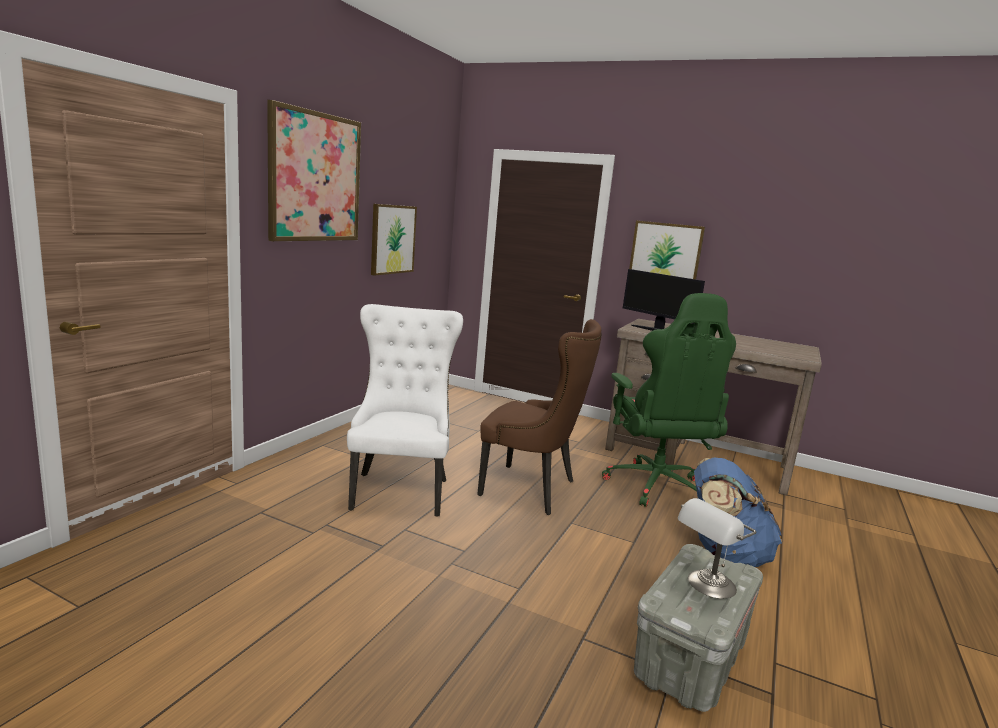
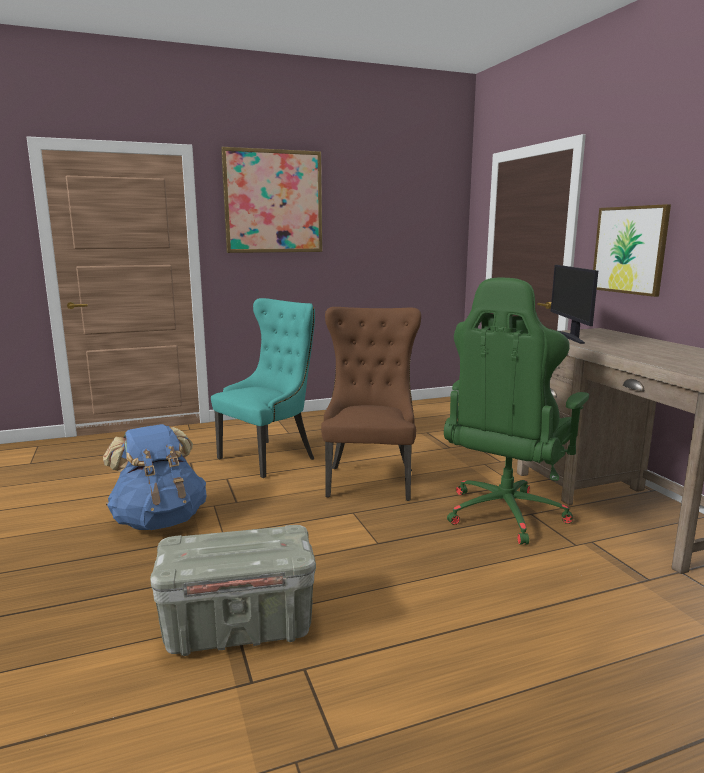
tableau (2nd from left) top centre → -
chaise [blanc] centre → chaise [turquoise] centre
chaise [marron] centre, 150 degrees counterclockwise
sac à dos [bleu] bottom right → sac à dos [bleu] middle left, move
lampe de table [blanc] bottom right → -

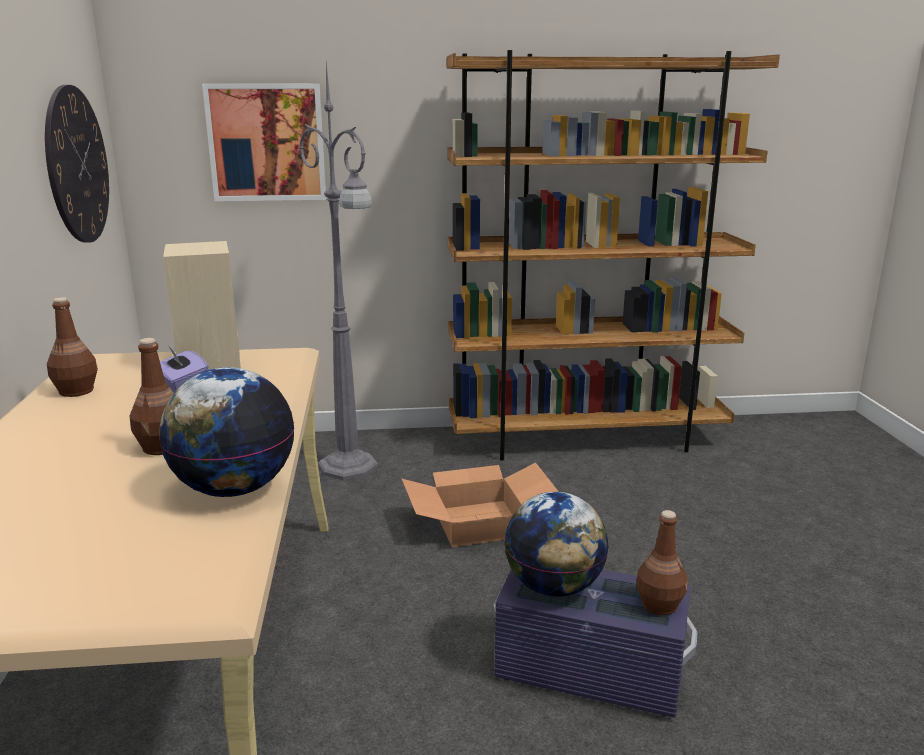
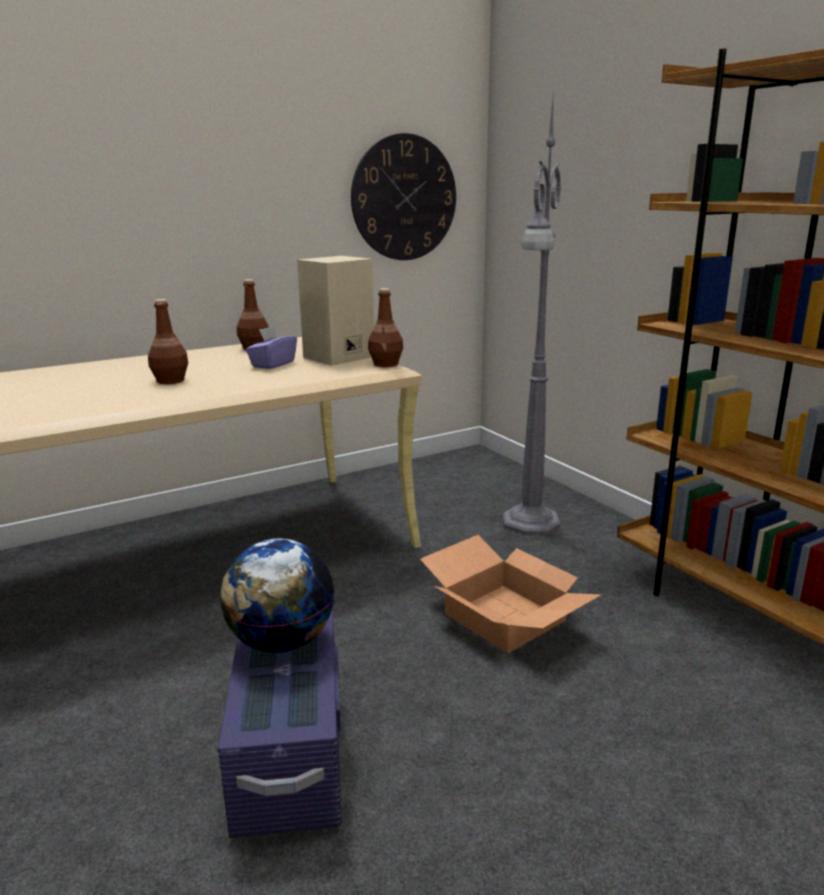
tableau top left → -
globe (1st from left) middle left → -
bouteille [marron] (3rd from left) bottom right → bouteille [marron] (3rd from left) centre, move

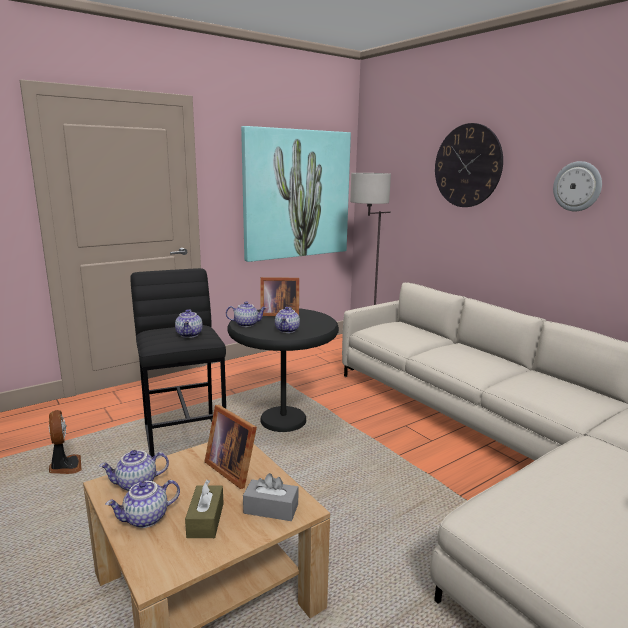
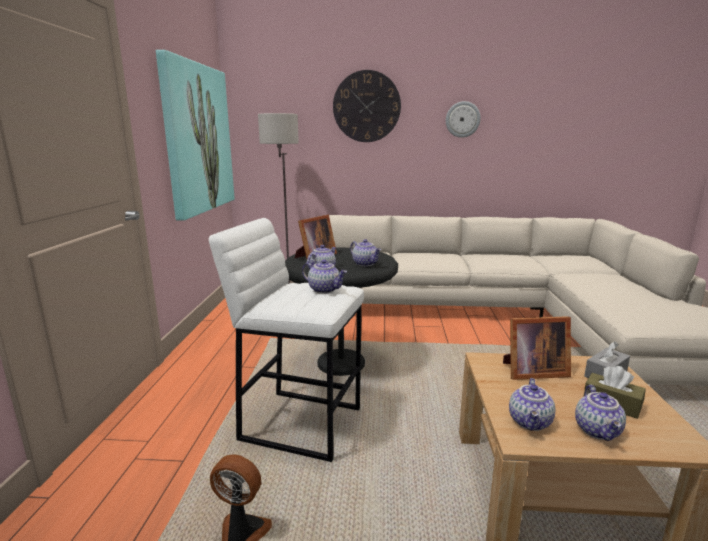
tabouret [noir] middle left → tabouret [blanc] centre

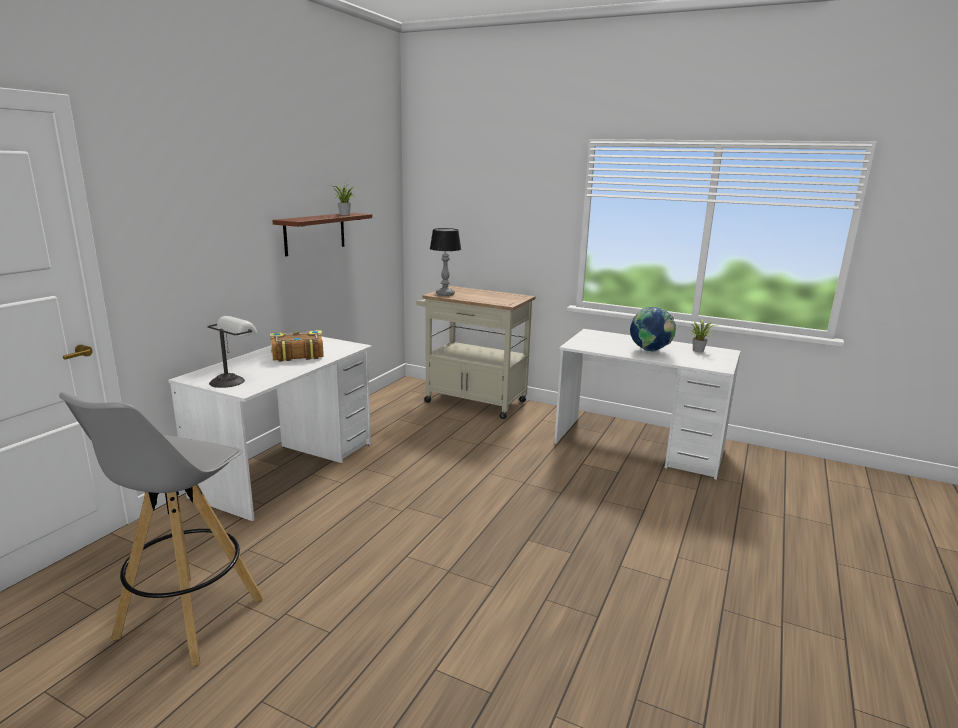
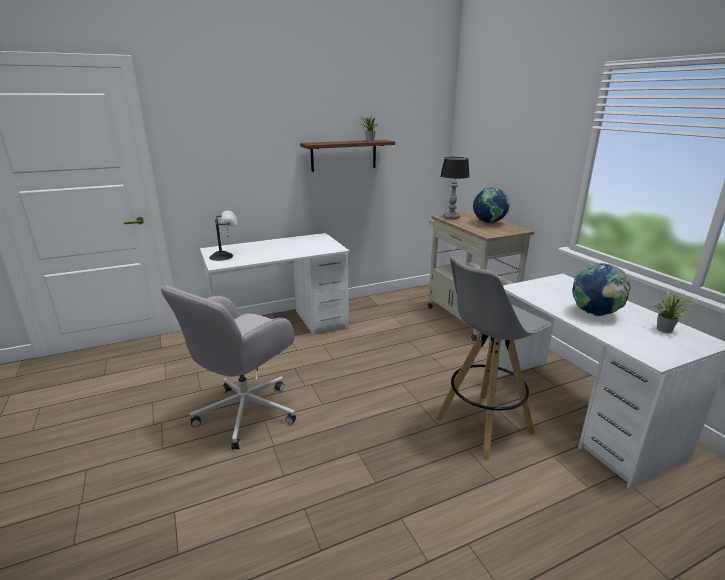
livre middle left → -
tabouret [gris] bottom left → tabouret [gris] middle right, move
- → globe (1st from left) middle right
- → chaise de bureau [gris] middle left

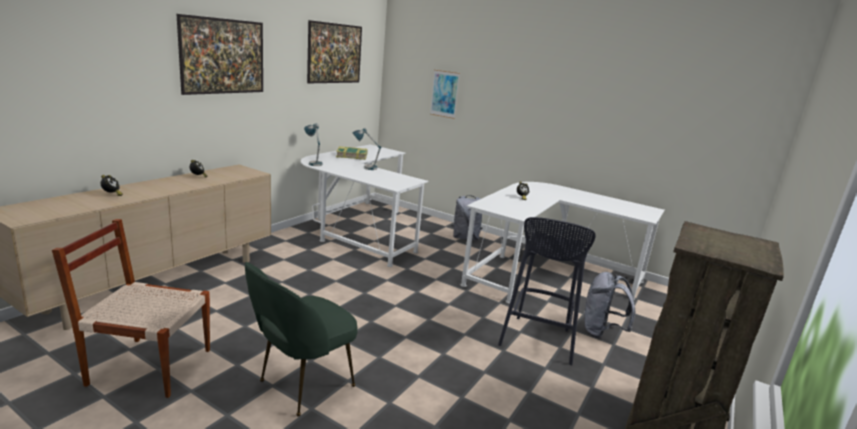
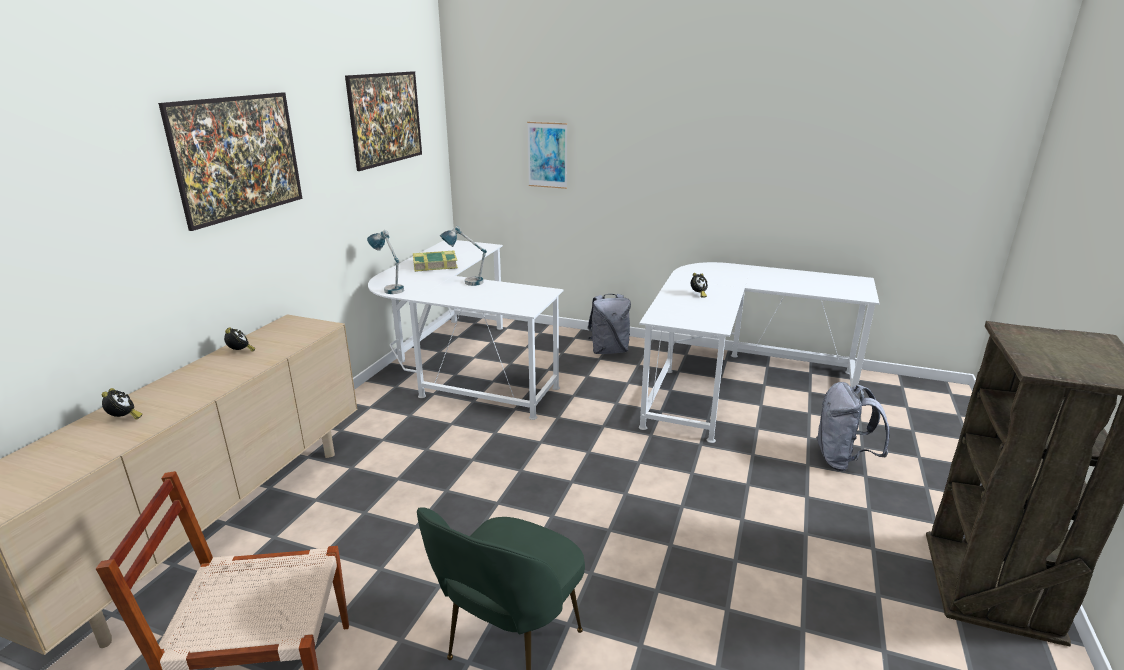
tabouret [gris] bottom centre → -

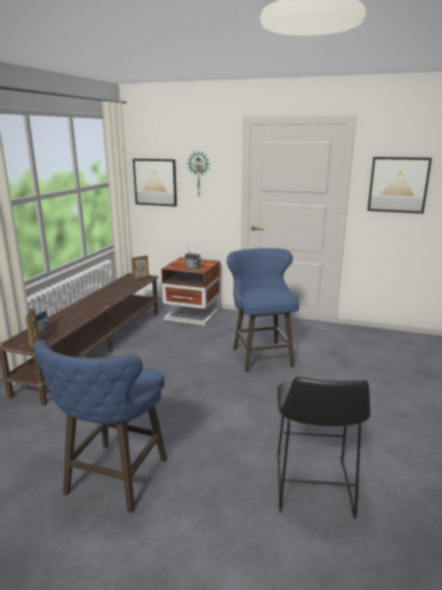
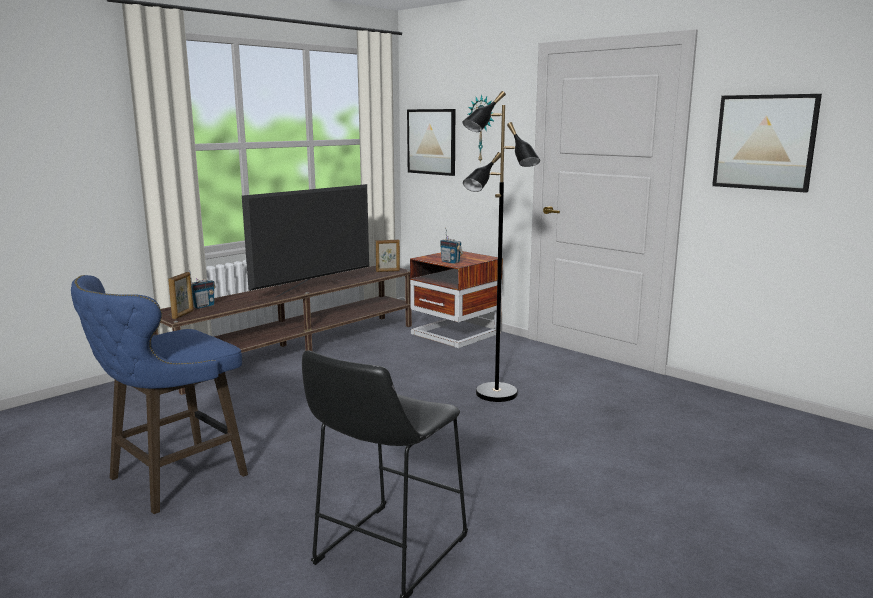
tabouret [bleu] (2nd from left) centre → lampadaire [noir] centre
- → téléviseur centre

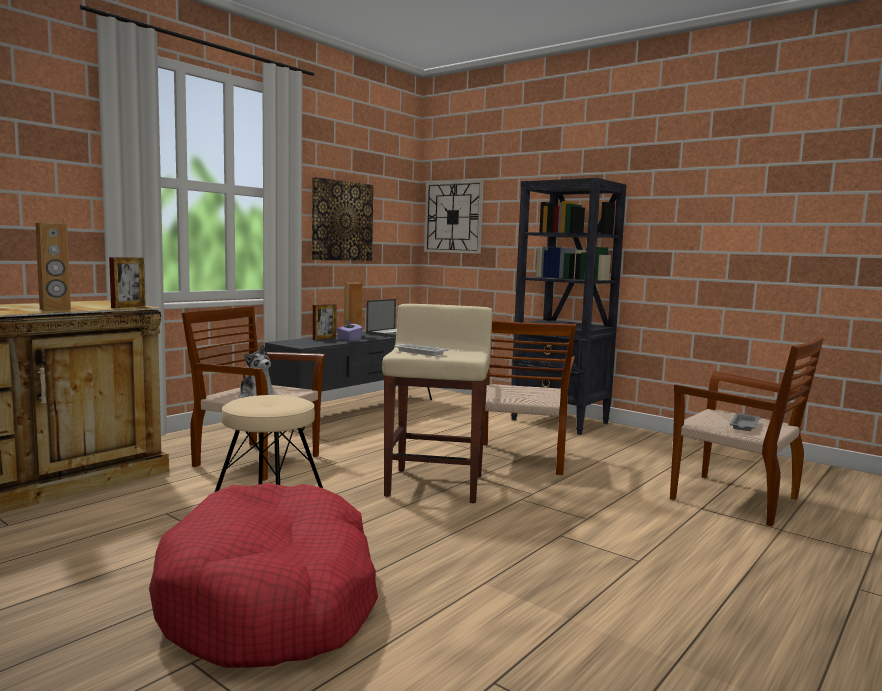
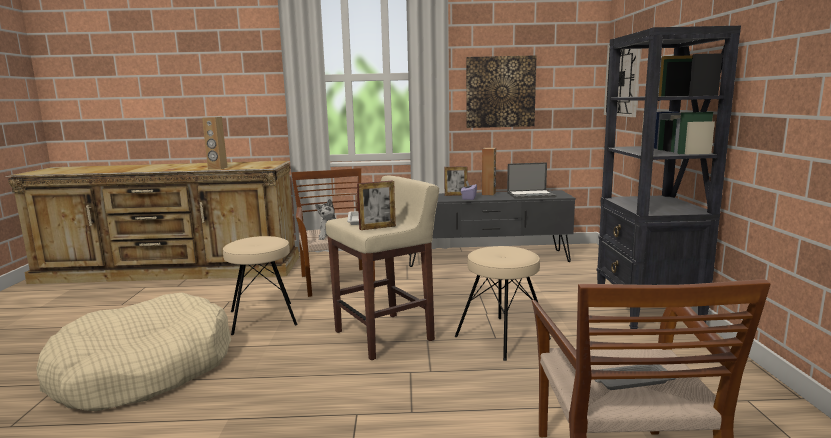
cadre photo (1st from left) middle left → cadre photo (1st from left) centre, move
fauteuil [marron] (2nd from left) centre → tabouret [beige] (3rd from left) bottom centre
panier pour chien [rouge] bottom left → panier pour chien [beige] bottom left

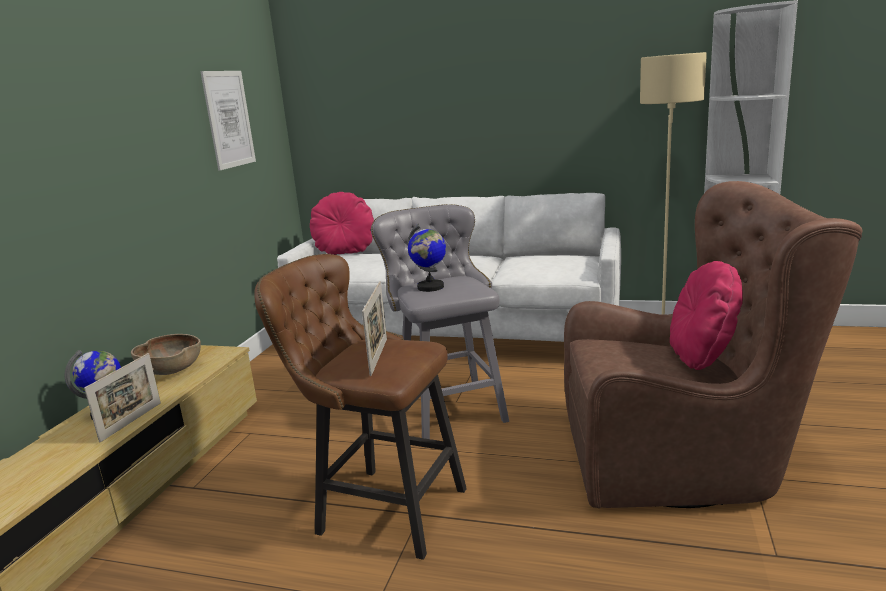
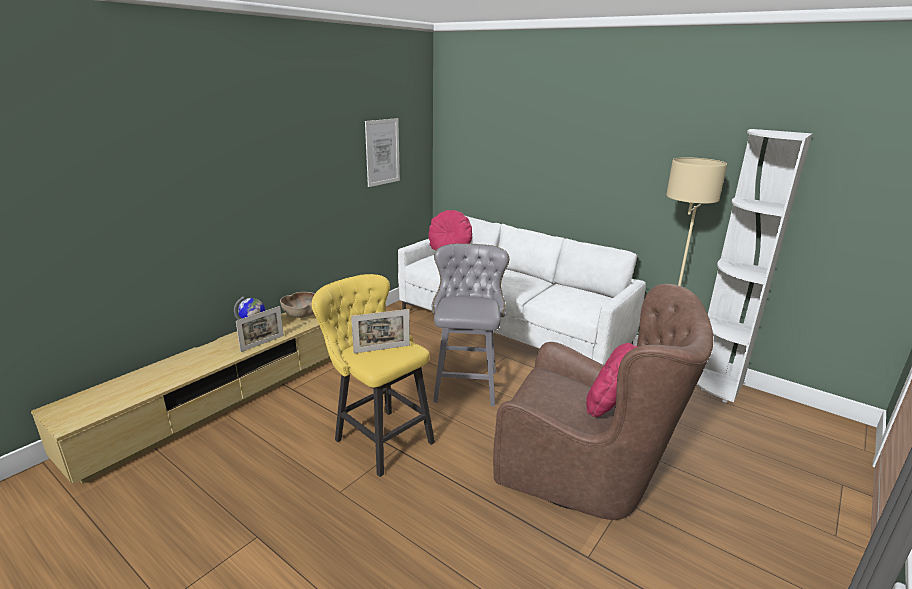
globe (2nd from left) centre → -
tabouret [marron] bottom centre → tabouret [jaune] centre
cadre photo (2nd from left) centre, 45 degrees clockwise

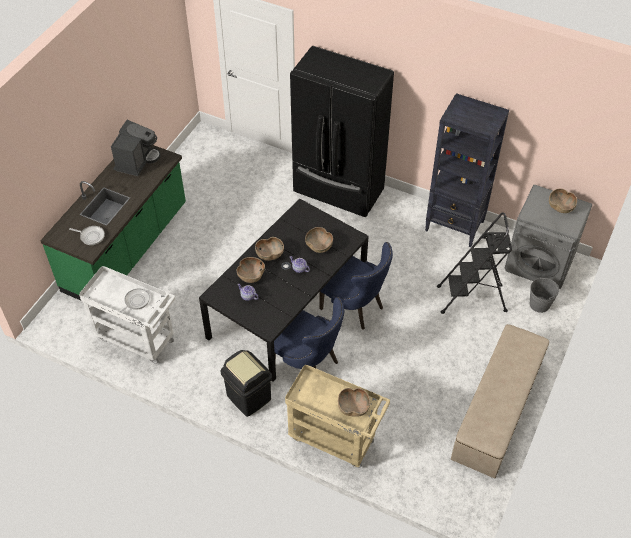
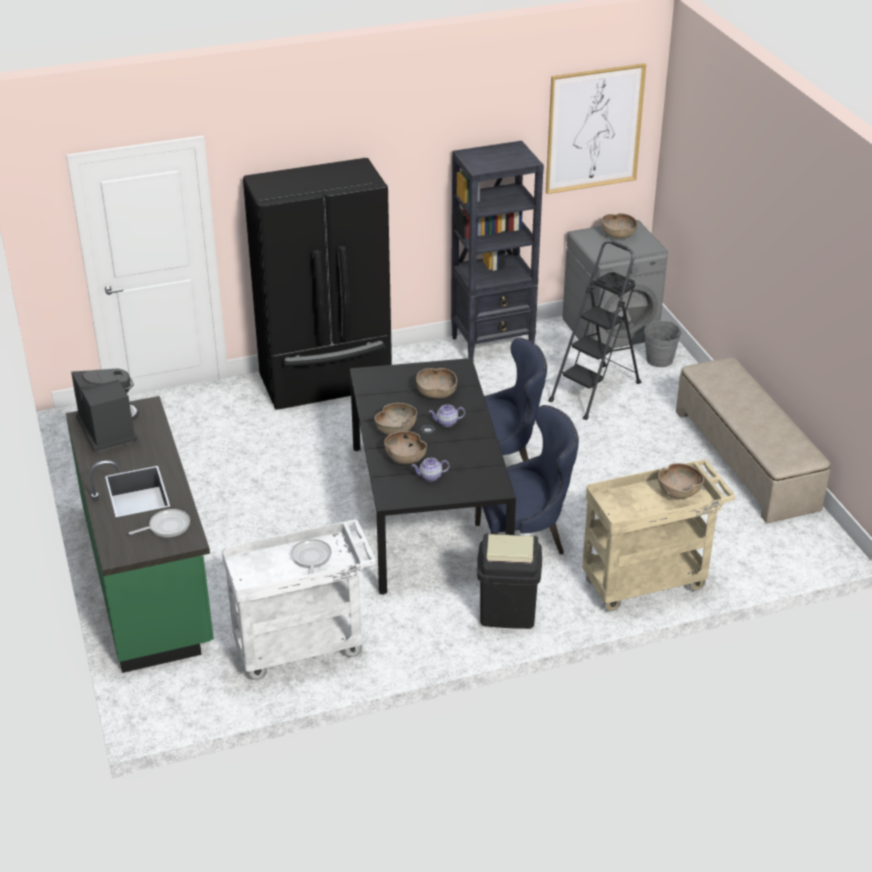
- → tableau top right

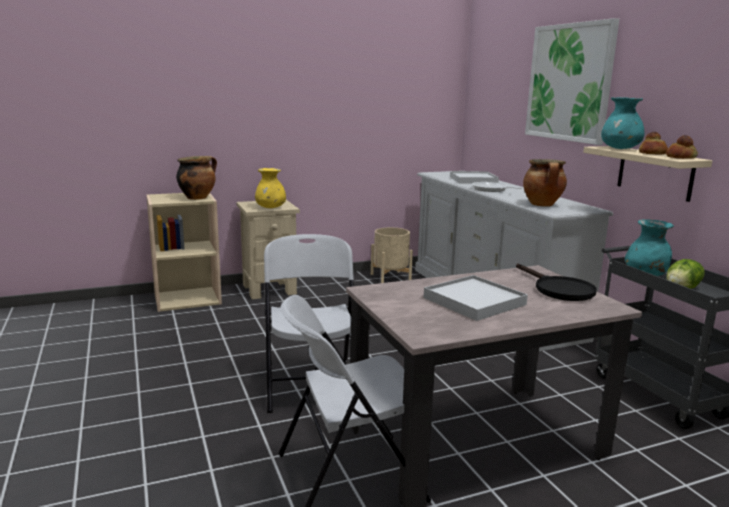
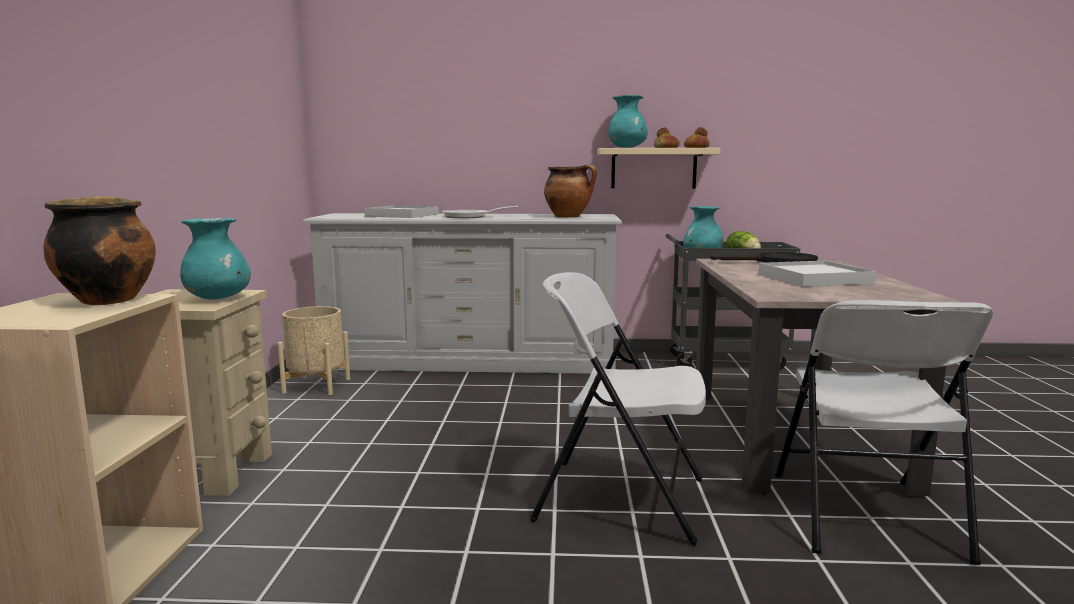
tableau top right → -
vase [jaune] centre → vase [turquoise] (1st from left) middle left

